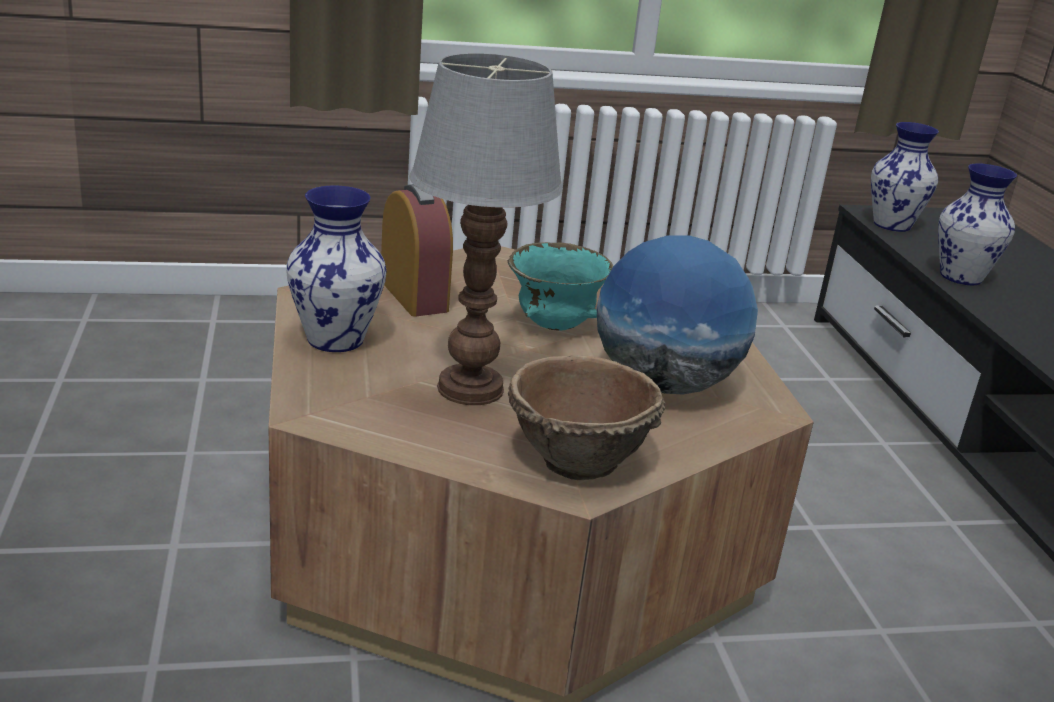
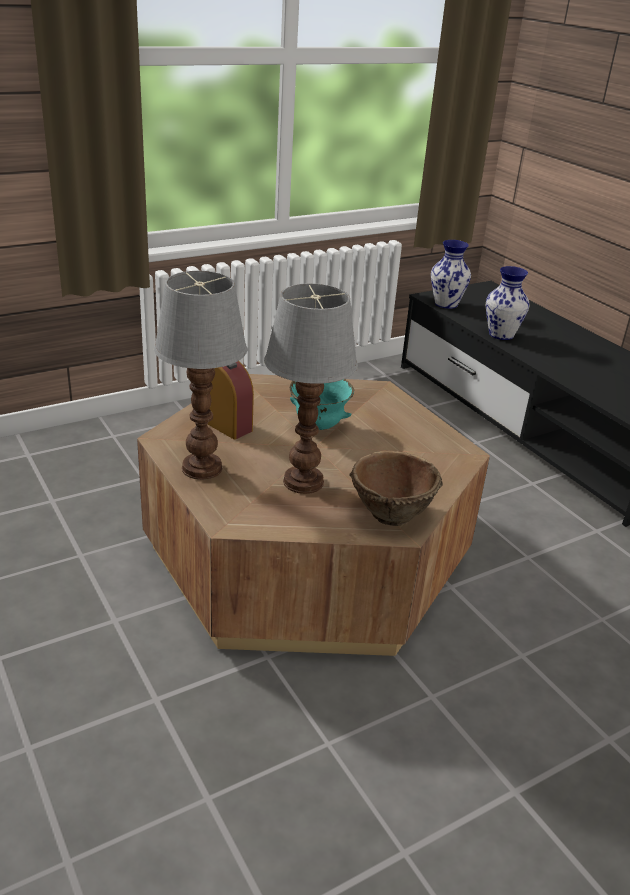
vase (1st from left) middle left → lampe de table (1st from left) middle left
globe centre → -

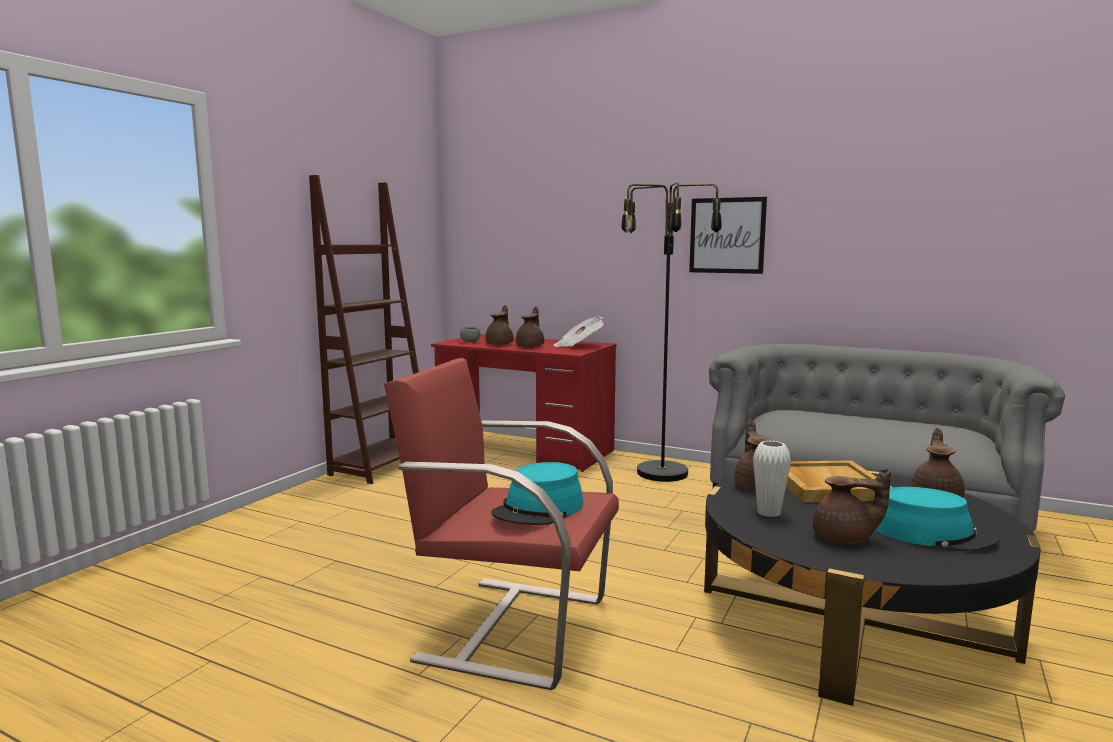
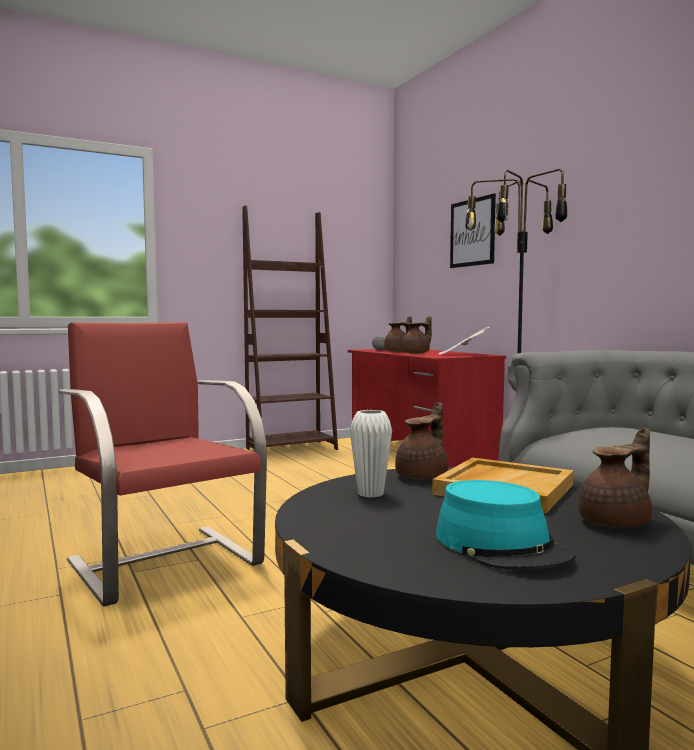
tableau top centre → tableau top right, move
chapeau [turquoise] (1st from left) centre → -
théière [marron] (4th from left) bottom right → -

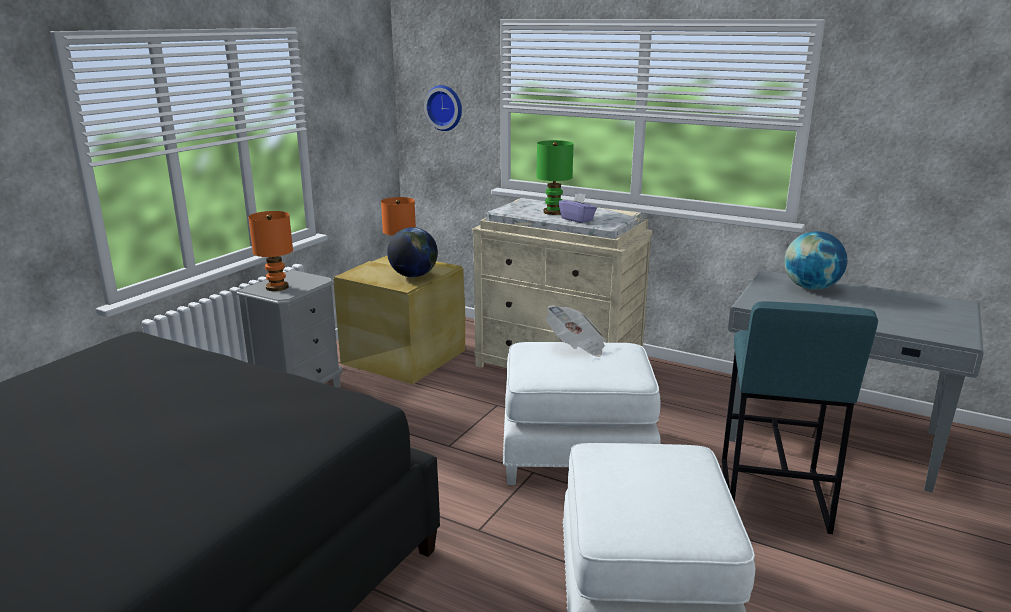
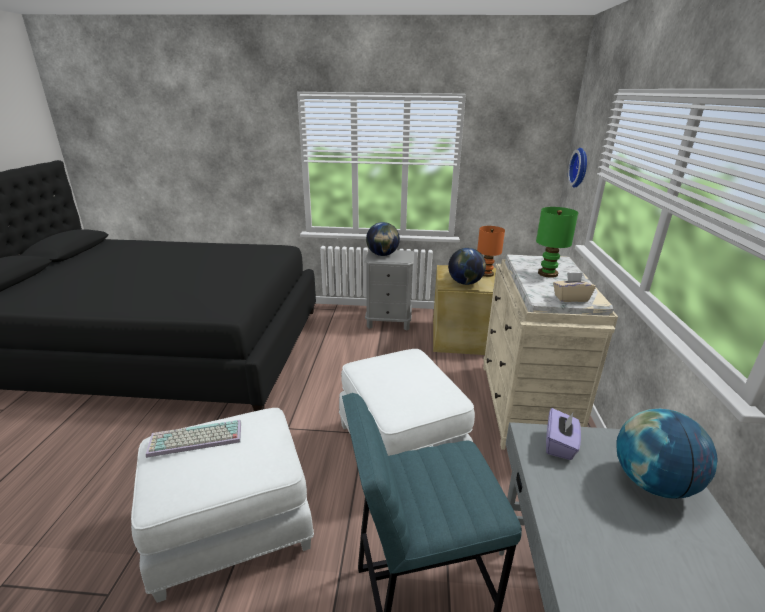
boîte à mouchoirs [violet] centre → boîte à mouchoirs [violet] bottom right, move
lampe de table [orange] (1st from left) middle left → globe (1st from left) centre
journal centre → -
- → boîte à mouchoirs [beige] middle right
- → clavier bottom left

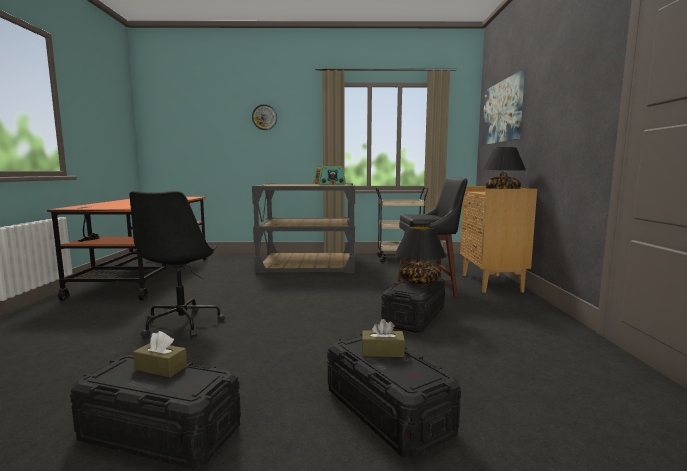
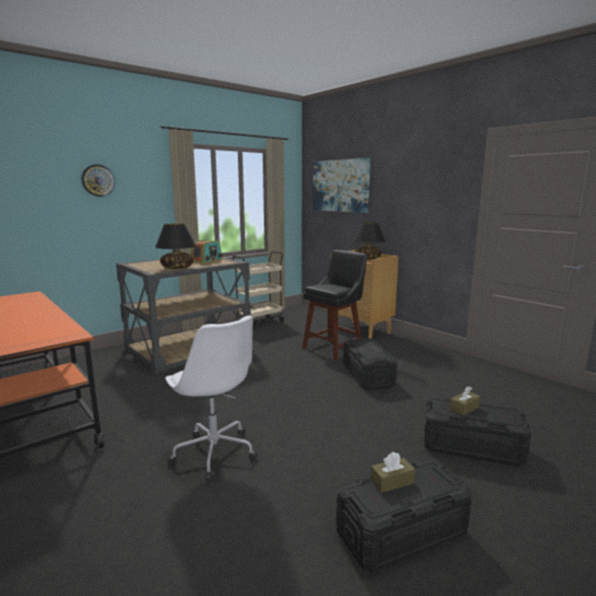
chaise de bureau [noir] middle left → chaise de bureau [blanc] bottom centre
lampe de table [noir] (1st from left) centre → lampe de table [noir] (1st from left) middle left, move

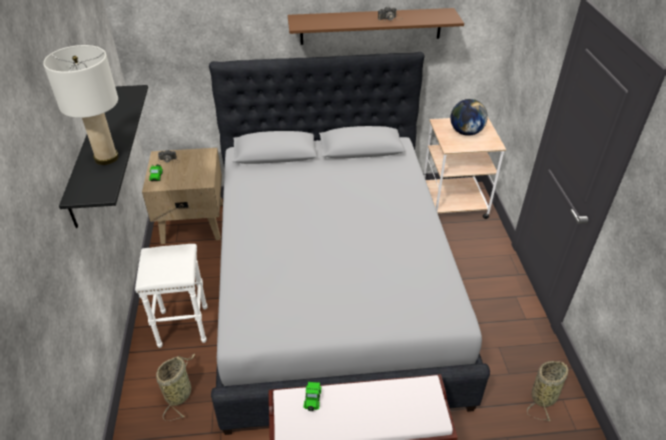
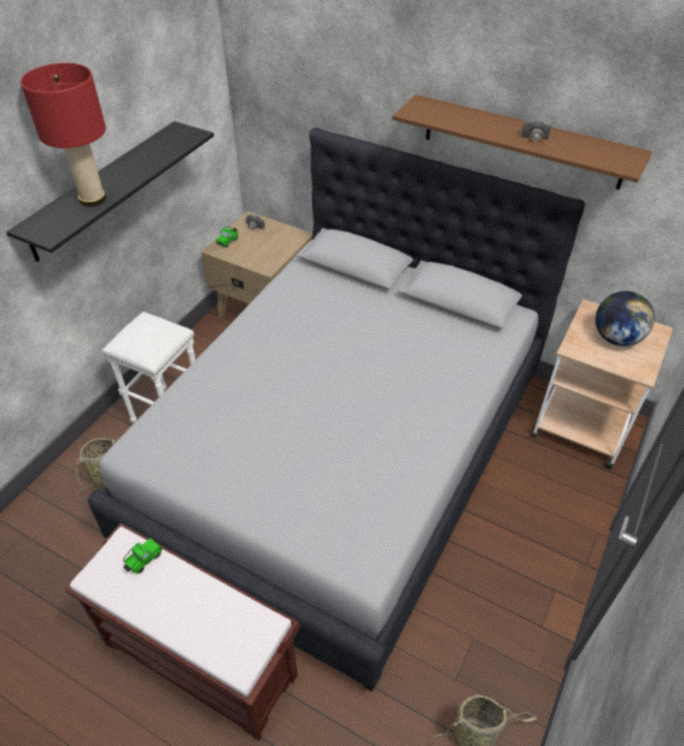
lampe de table [blanc] top left → lampe de table [rouge] top left

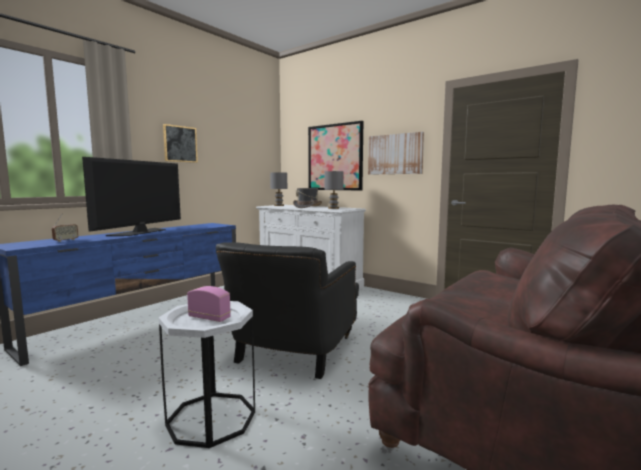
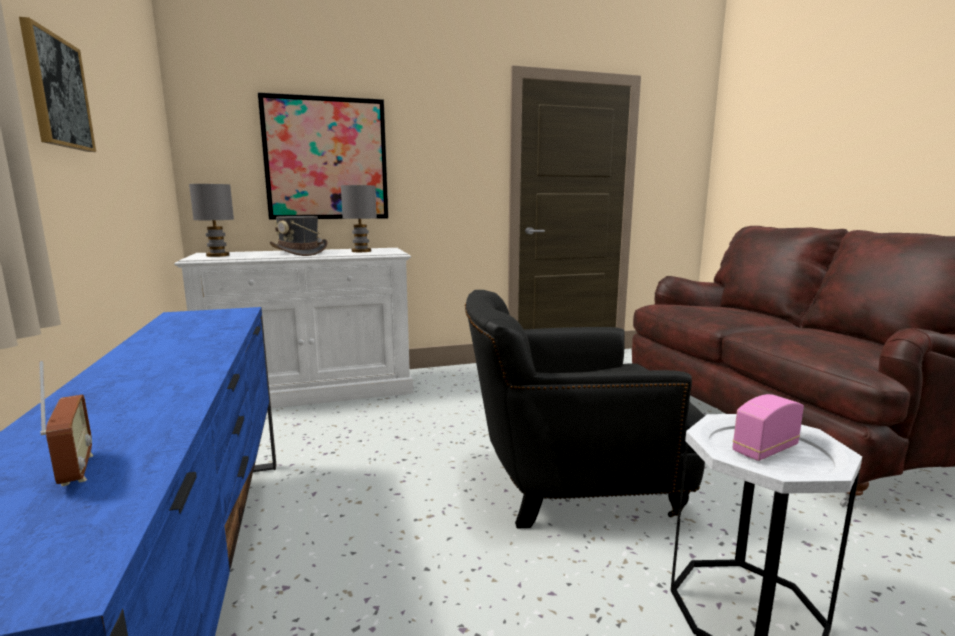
tableau (3rd from left) top centre → -
téléviseur middle left → -
fauteuil [noir] centre, 120 degrees clockwise

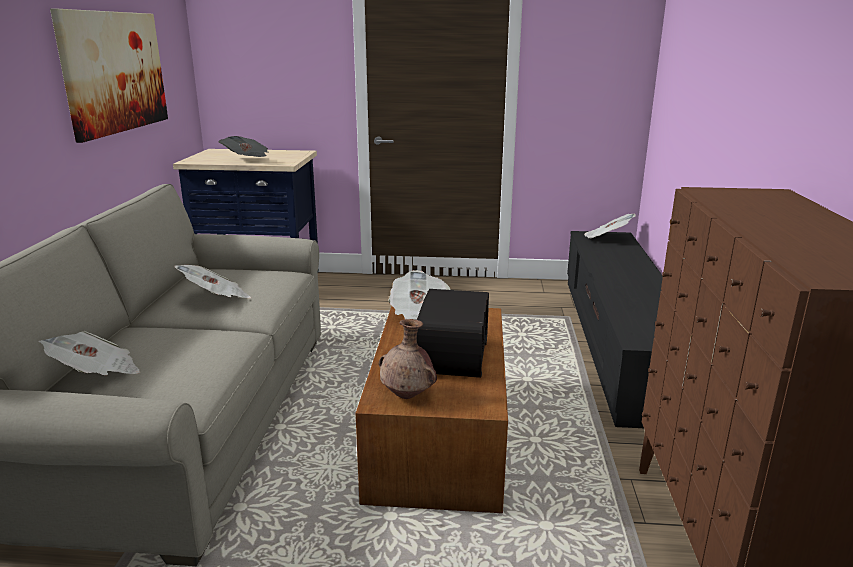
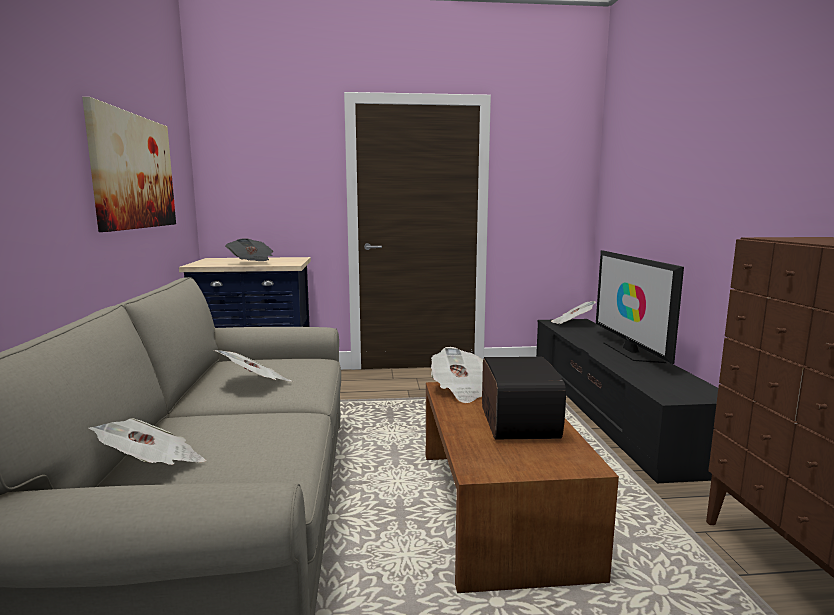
vase [marron] centre → -
- → téléviseur middle right

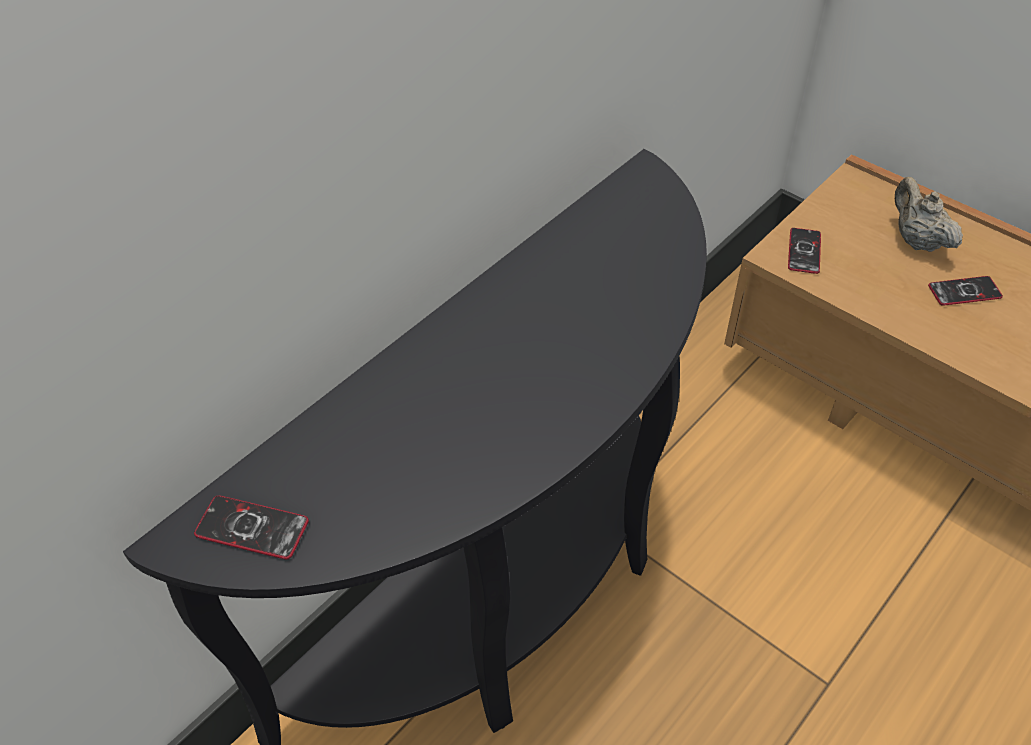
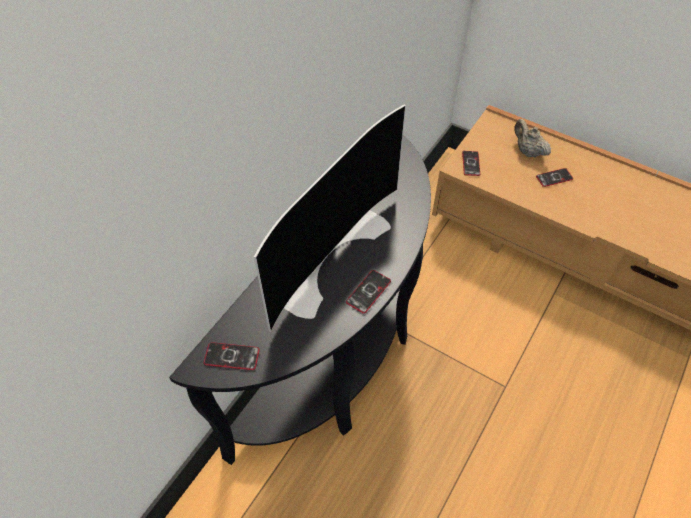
- → téléviseur centre
- → téléphone (2nd from left) centre

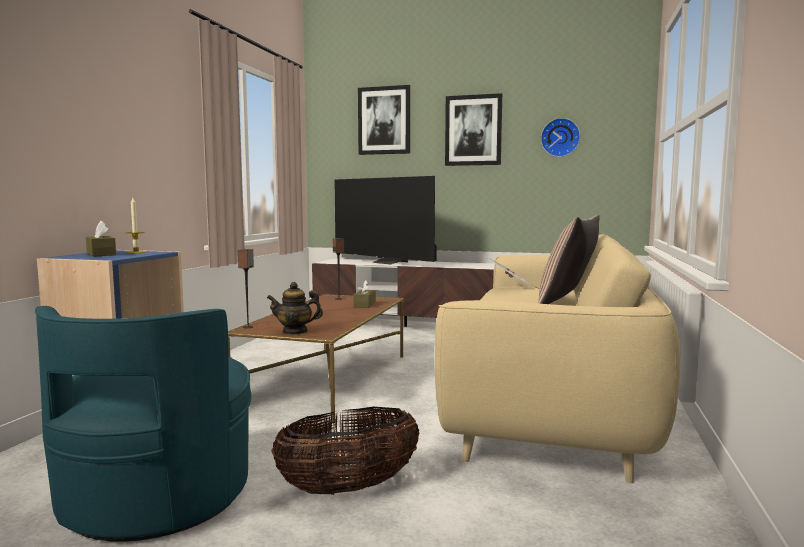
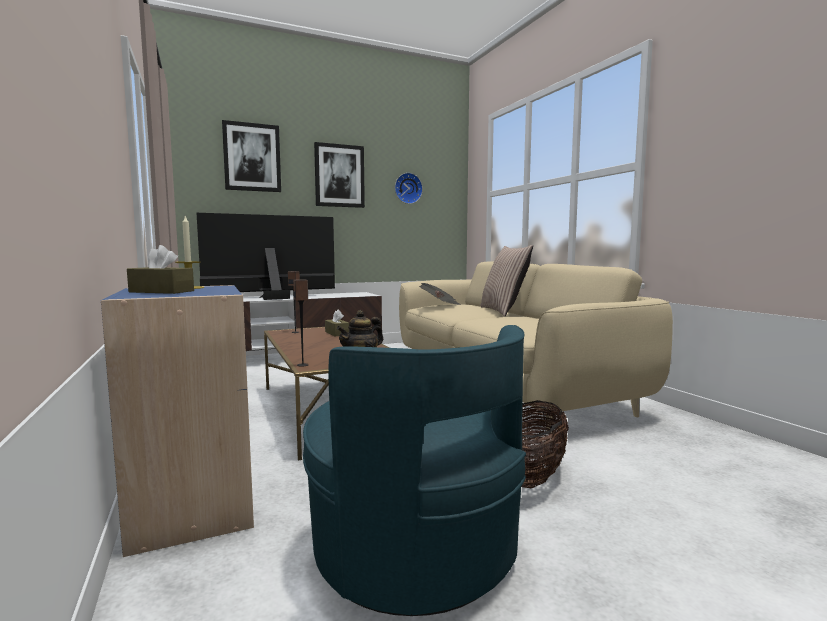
téléviseur centre → téléviseur middle left, 150 degrees clockwise

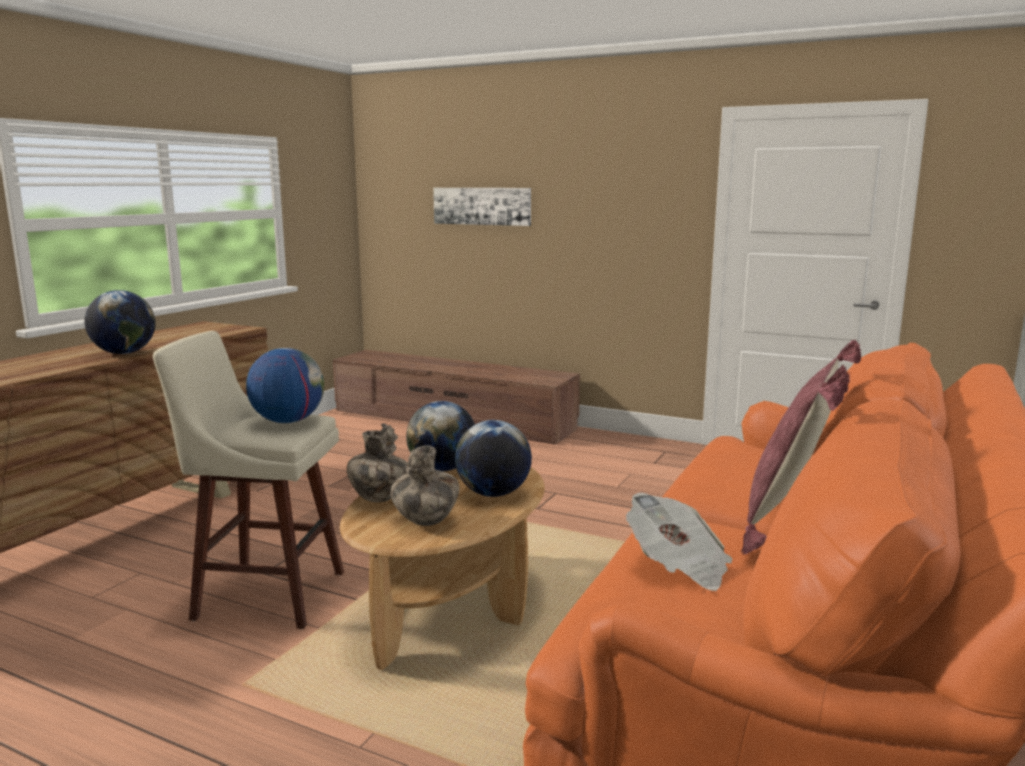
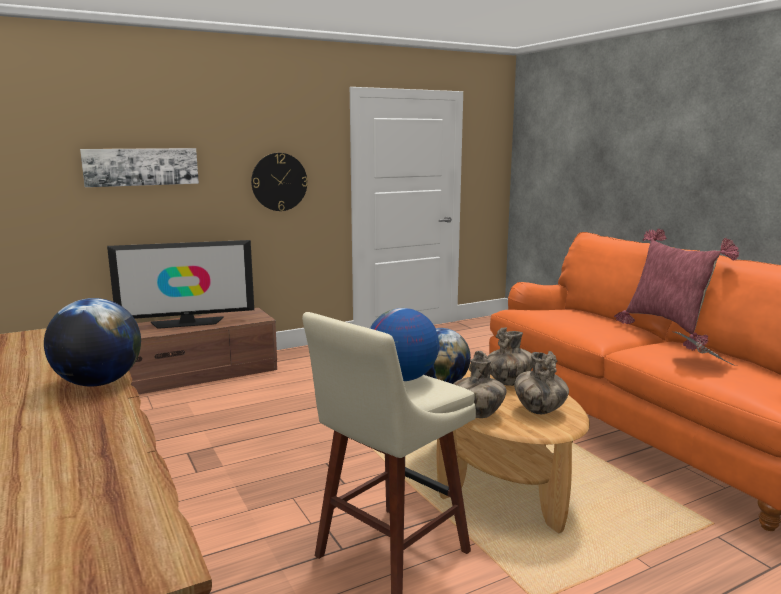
globe (4th from left) centre → vase (2nd from left) centre
- → horloge murale top centre
- → téléviseur middle left

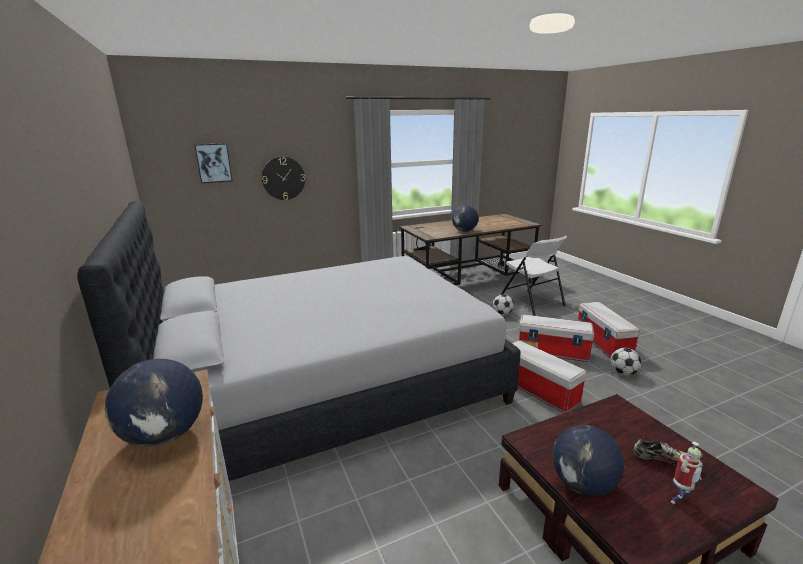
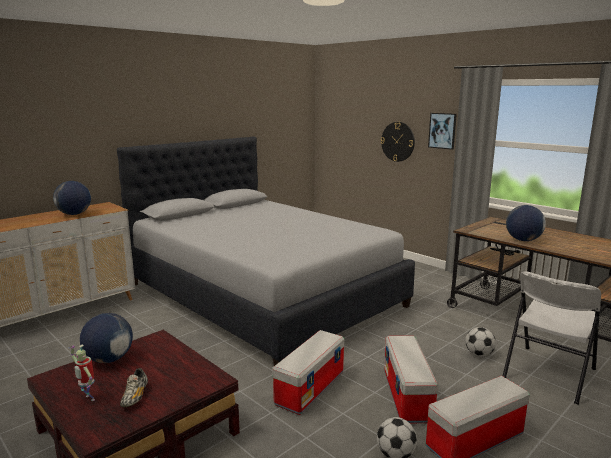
tableau top left → tableau top right, move

